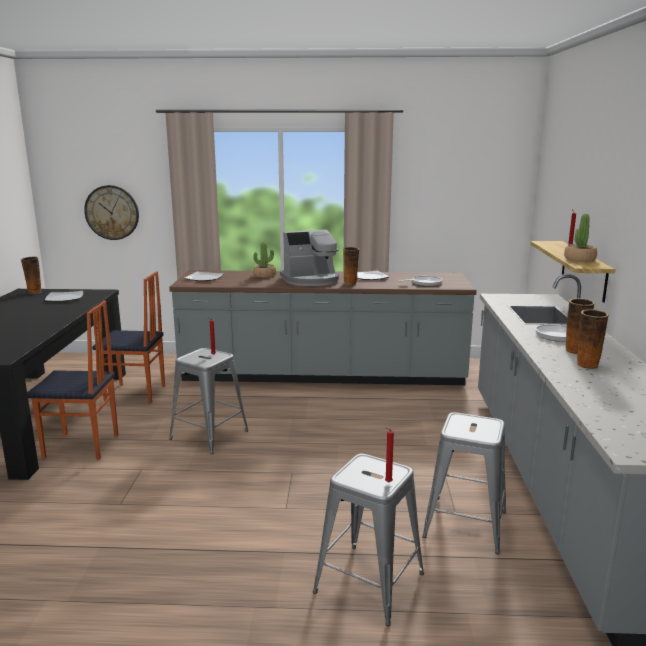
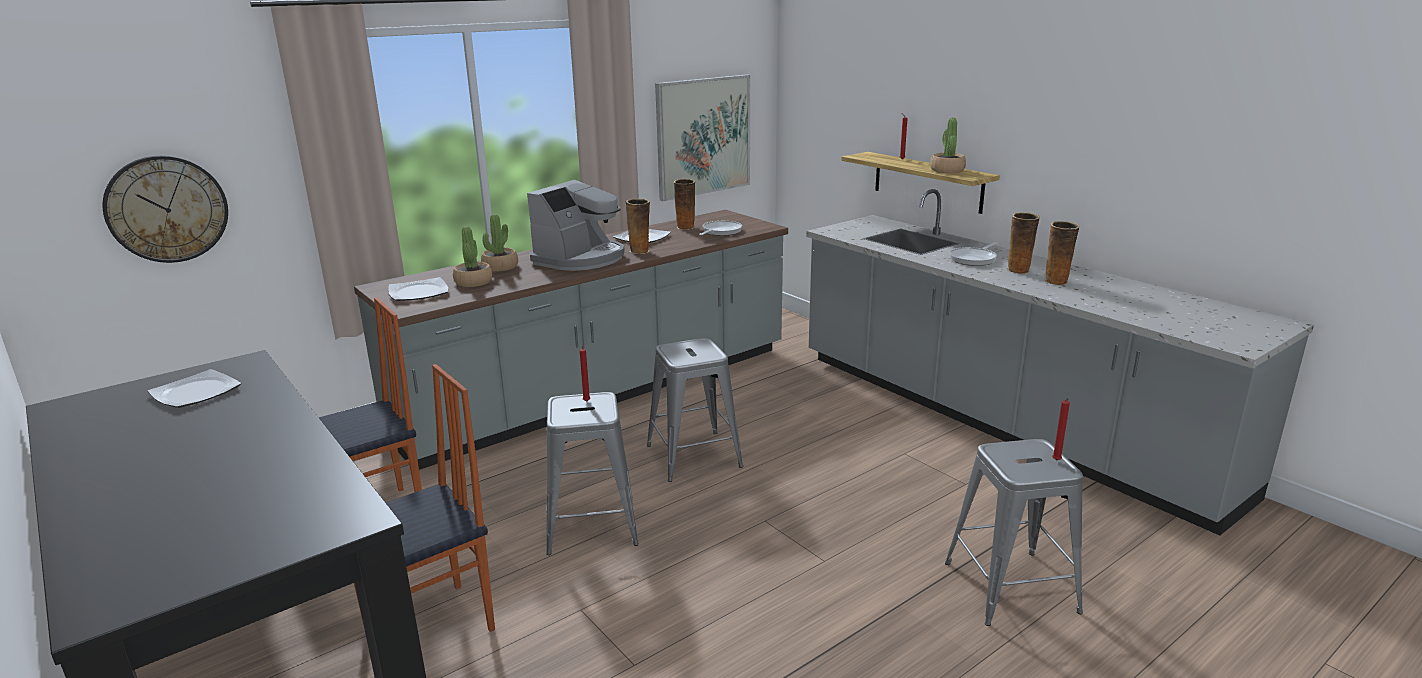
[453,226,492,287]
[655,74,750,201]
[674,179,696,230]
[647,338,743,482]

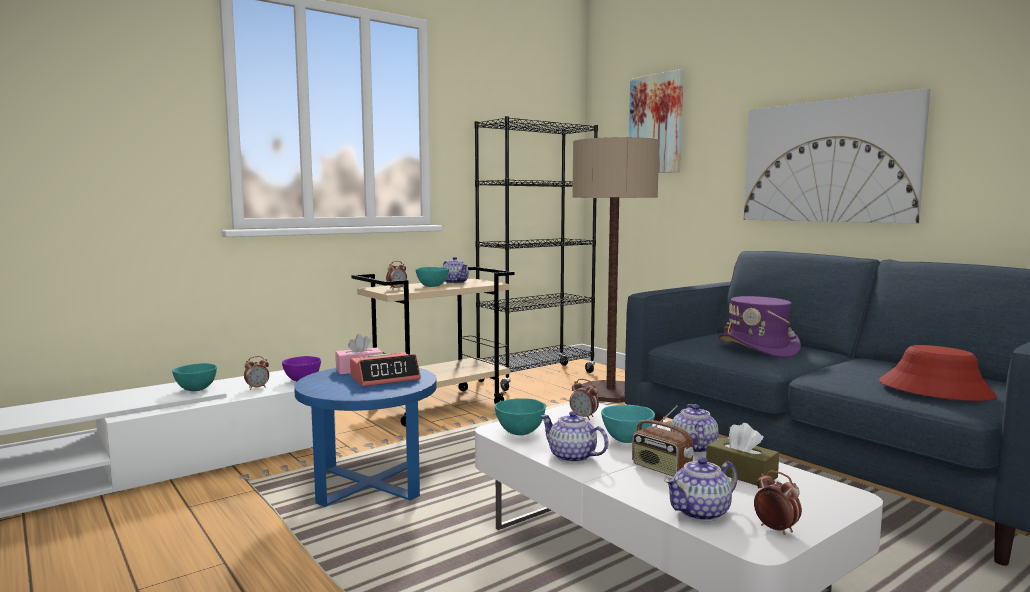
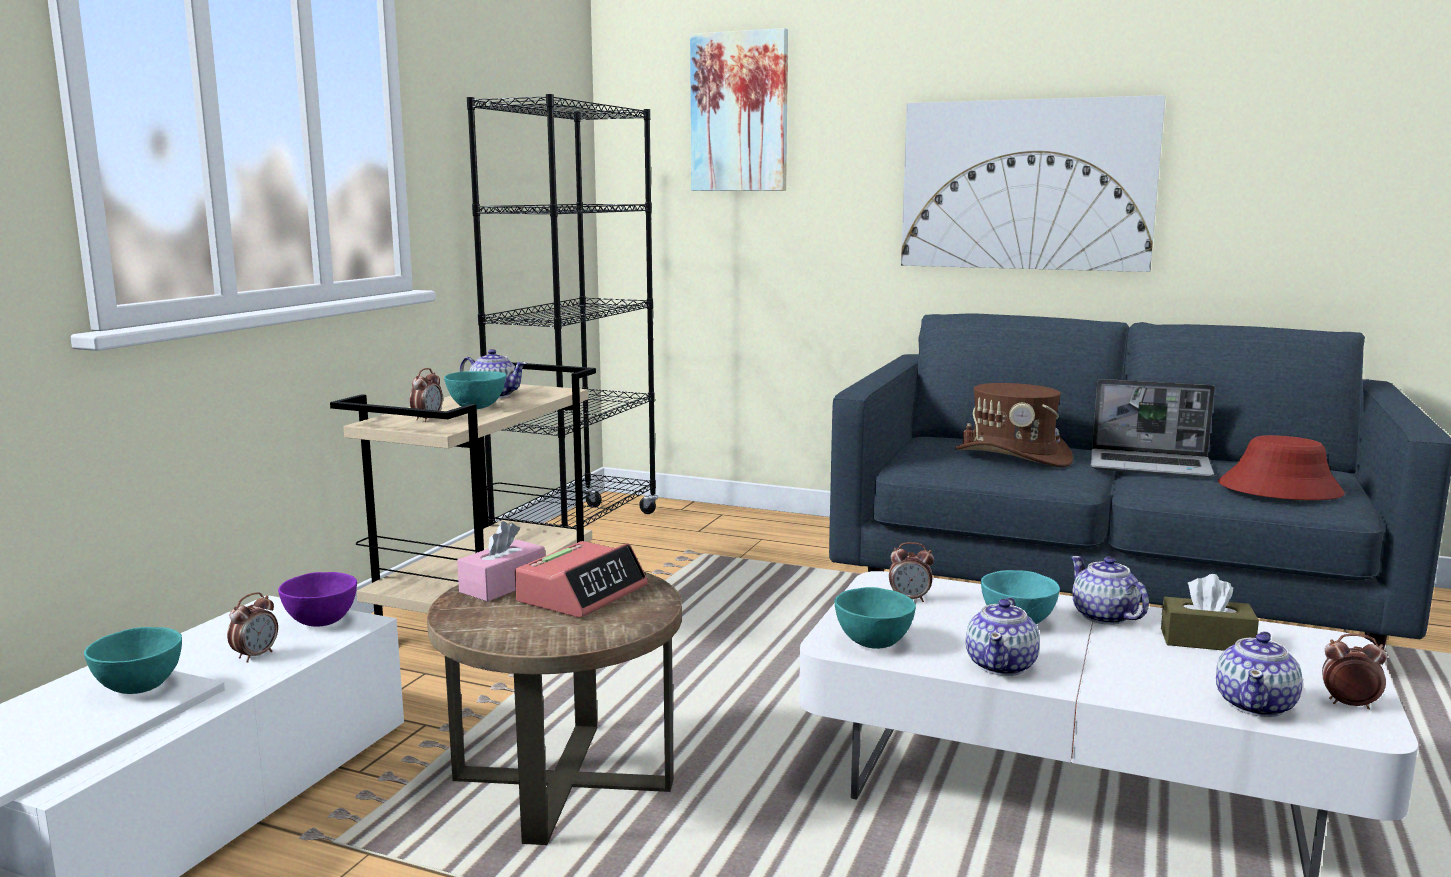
[572,137,659,403] (first image)
[632,405,694,476] (first image)
[1091,379,1215,478]
[427,572,682,845]
[955,383,1073,467]
[966,597,1040,676]

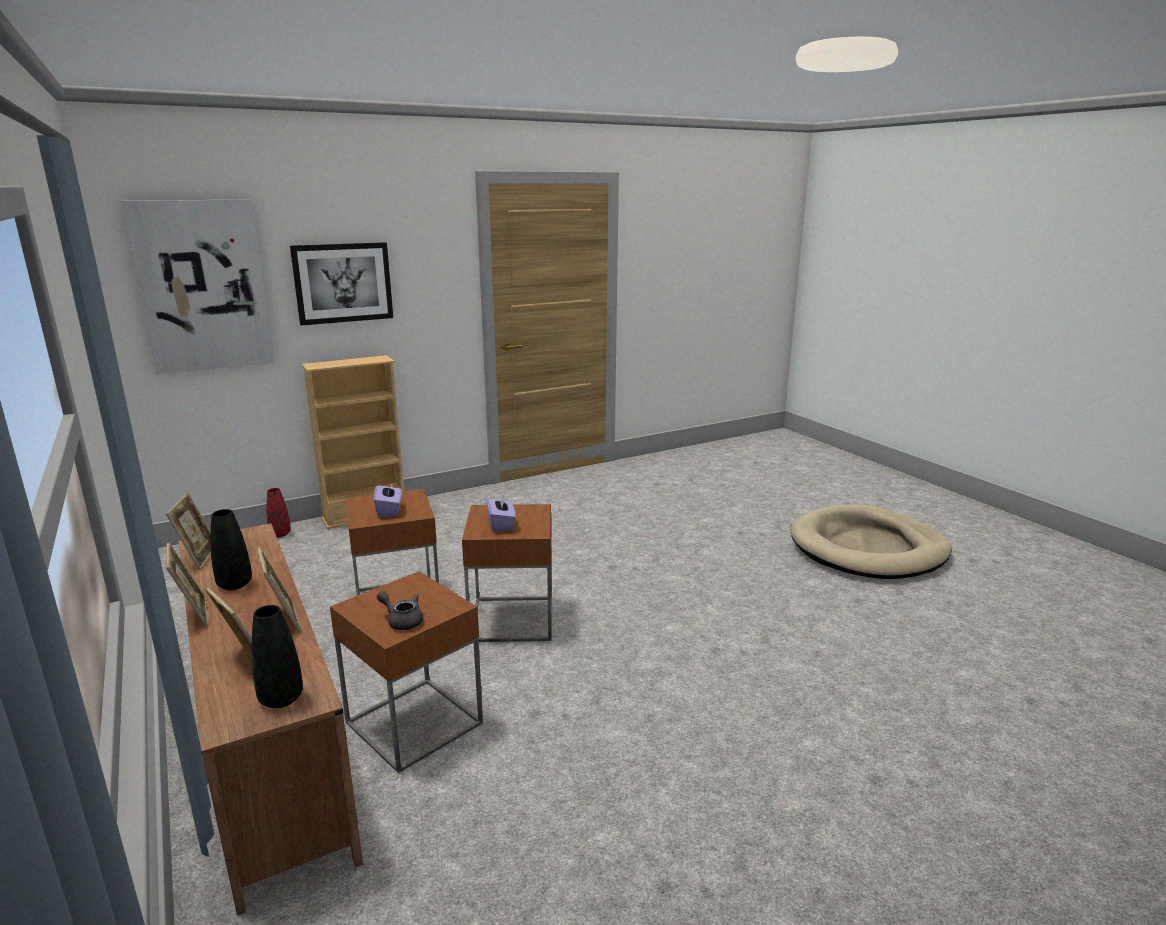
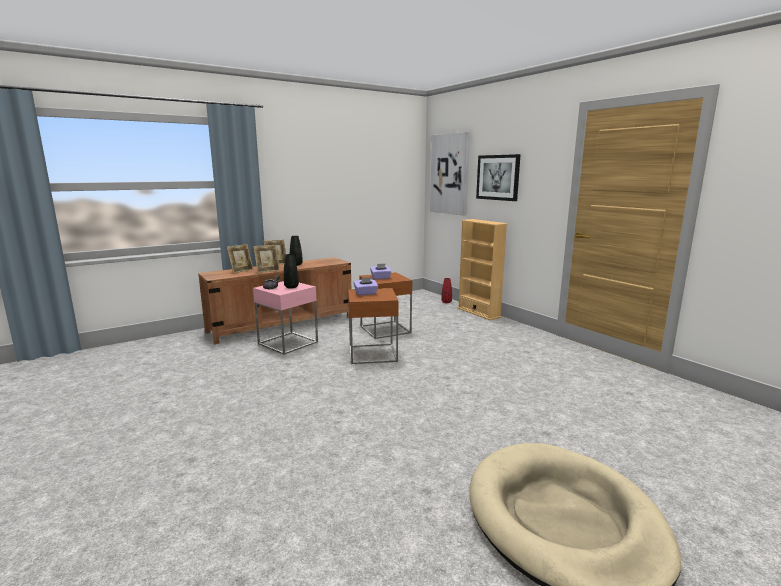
[166,493,211,570] (first image)
[284,254,299,289]
[253,281,318,355]

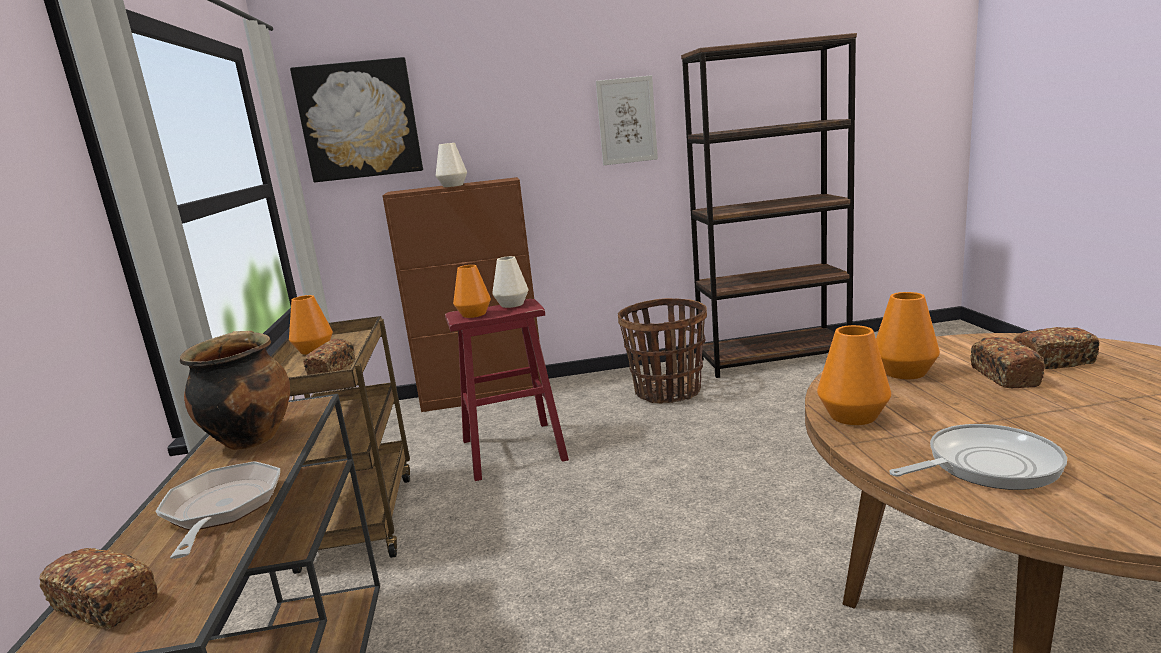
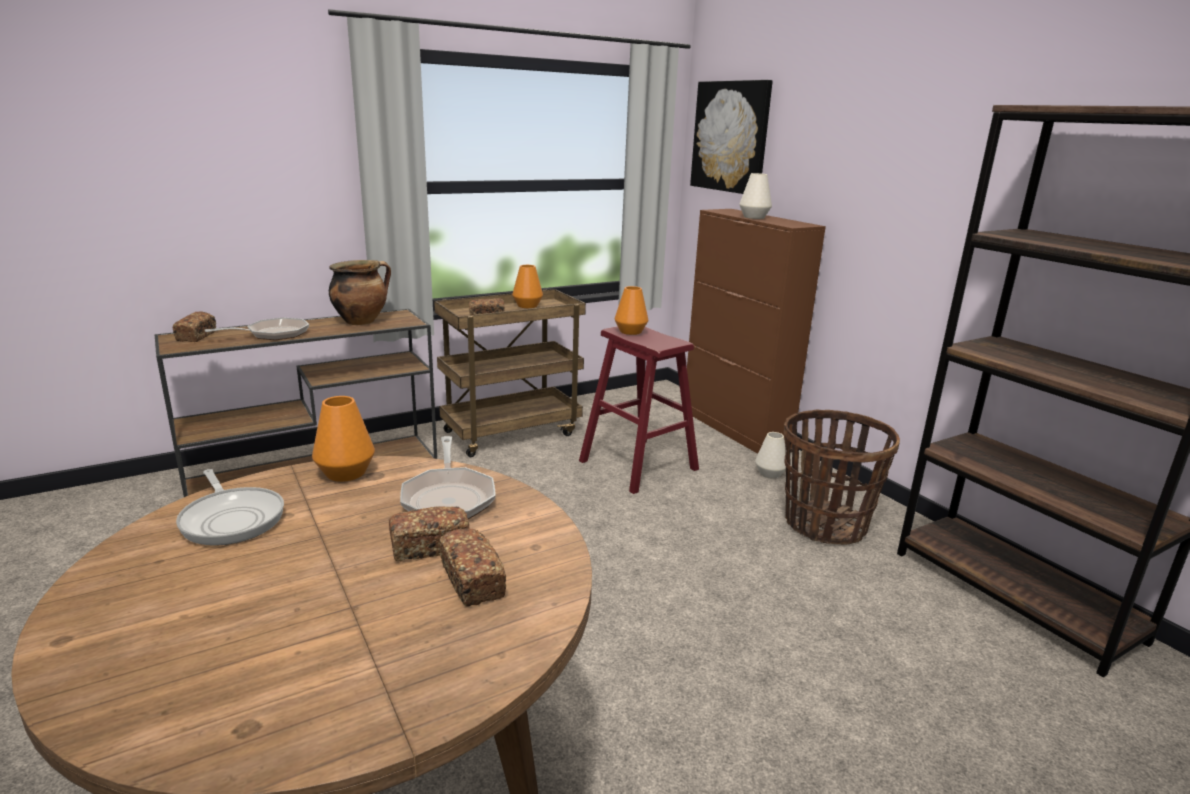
[596,75,658,165] (first image)
[755,432,786,479]
[400,436,496,519]

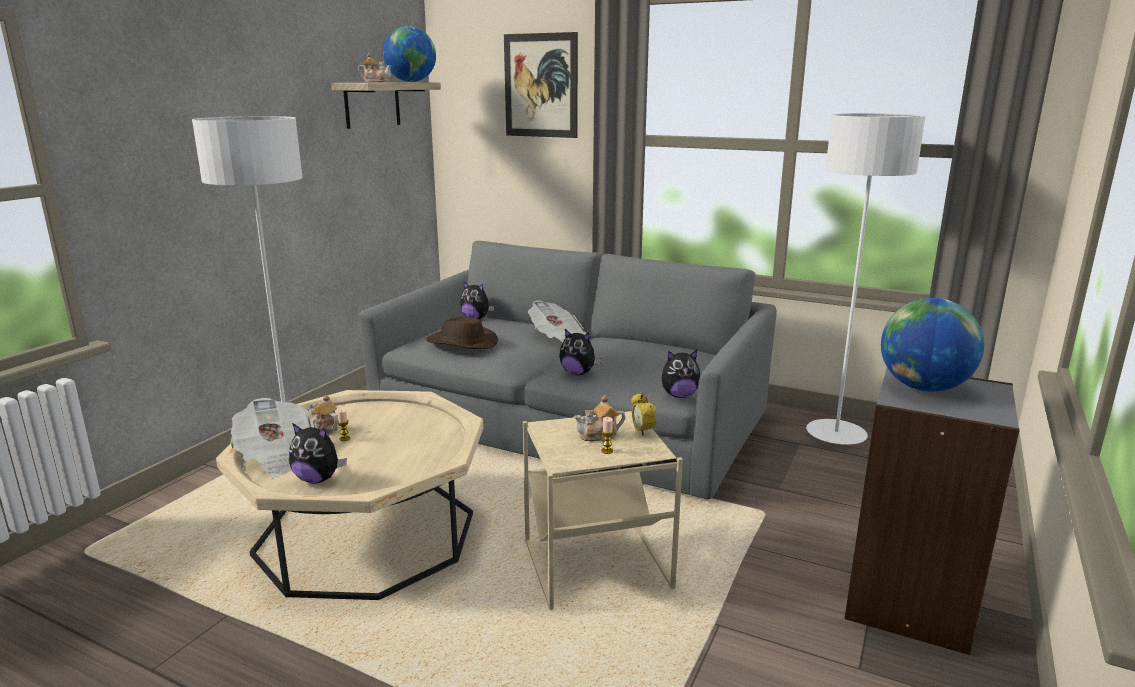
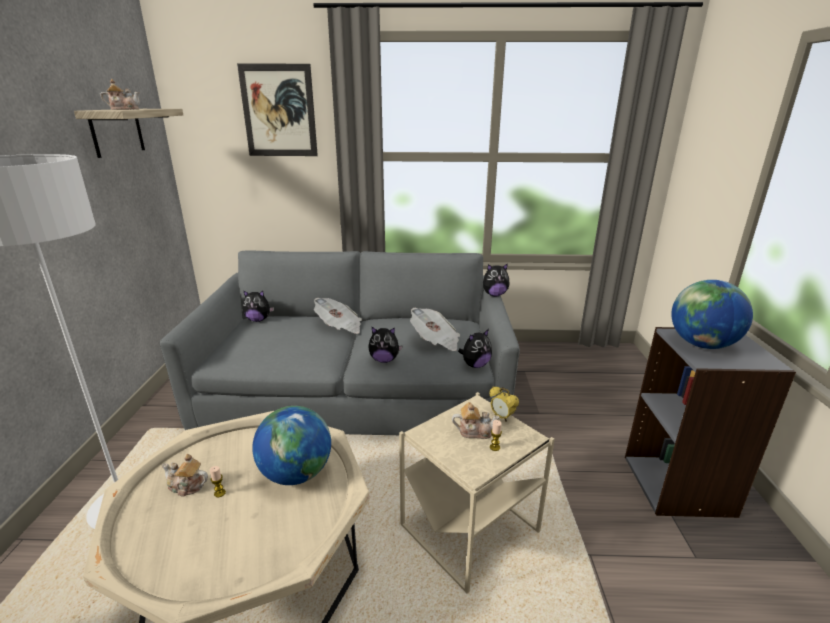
[427,316,498,349] (first image)
[806,113,926,445] (first image)
[410,308,460,351]
[483,263,510,296]
[252,406,331,485]
[452,402,500,439]

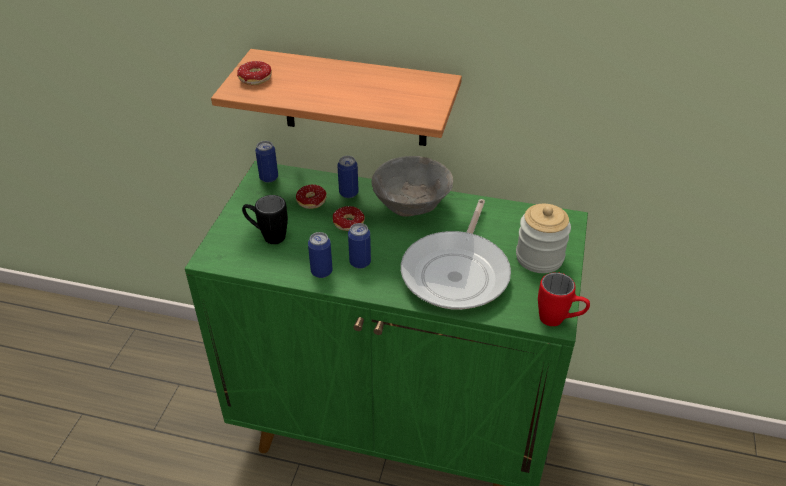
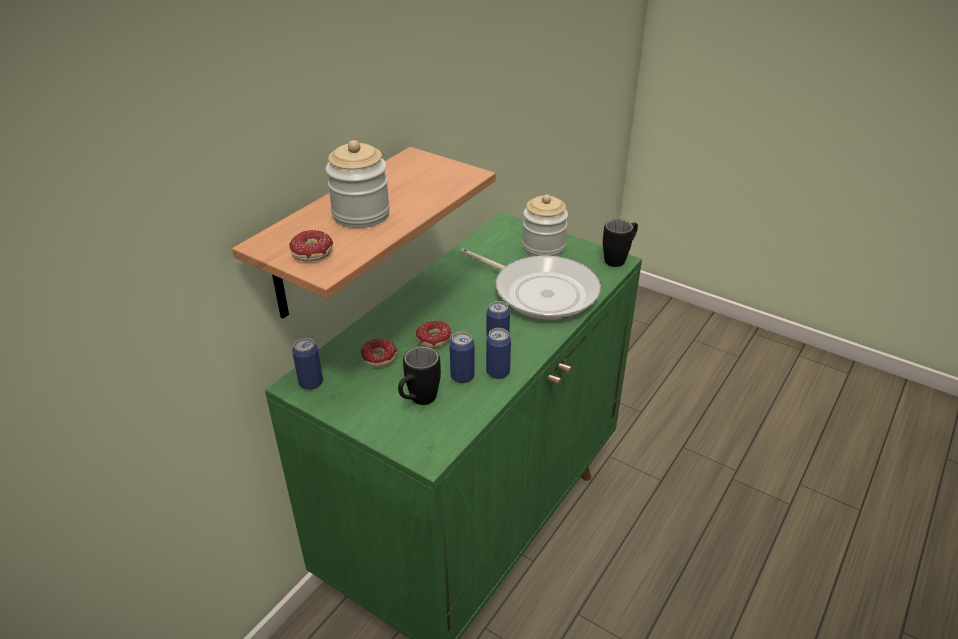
[371,156,453,217] (first image)
[326,140,390,228]
[450,332,474,383]
[603,219,638,267]

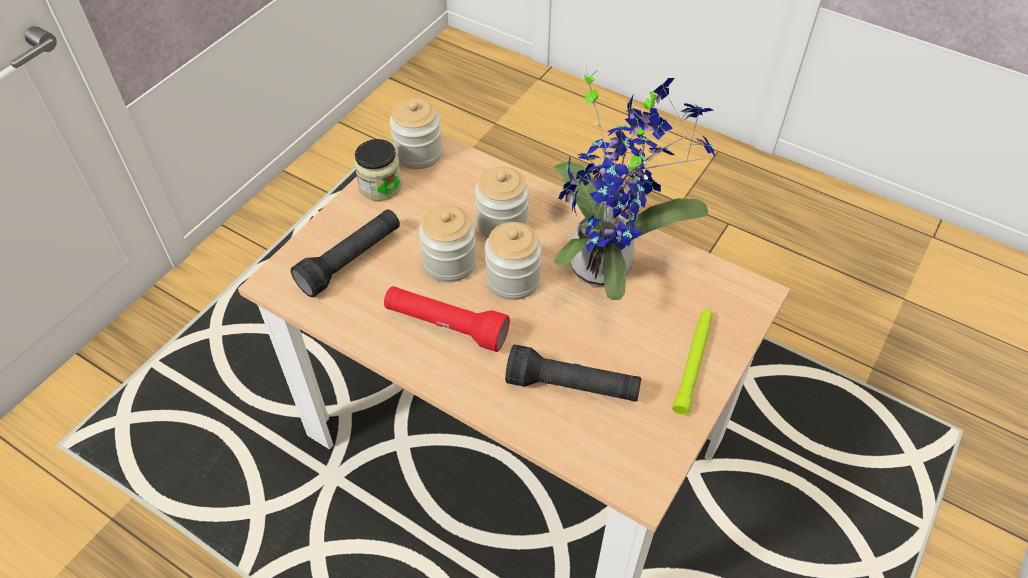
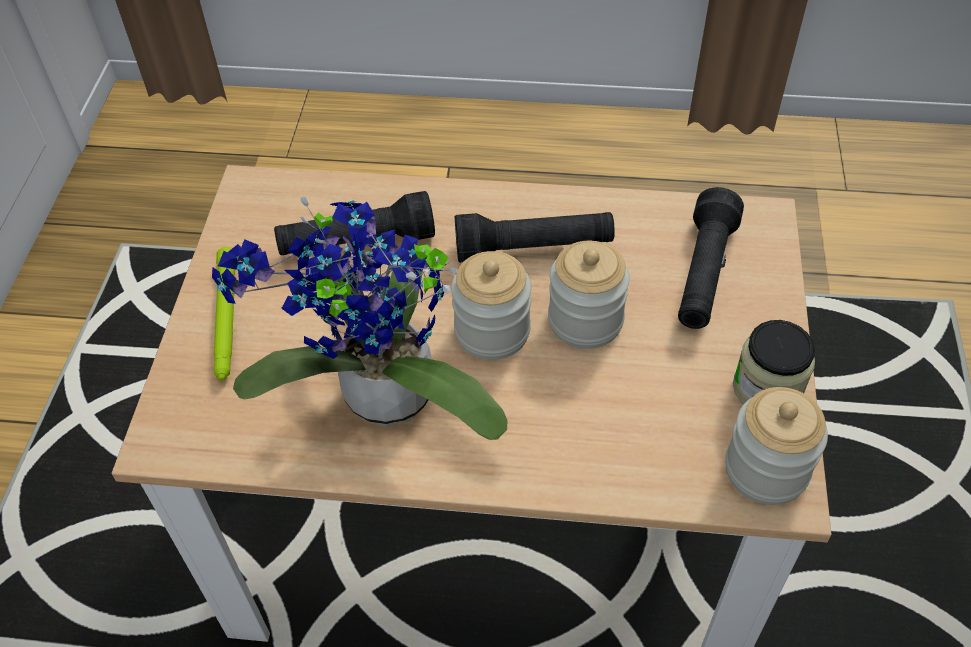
[475,166,529,238] (first image)
[455,212,615,262]

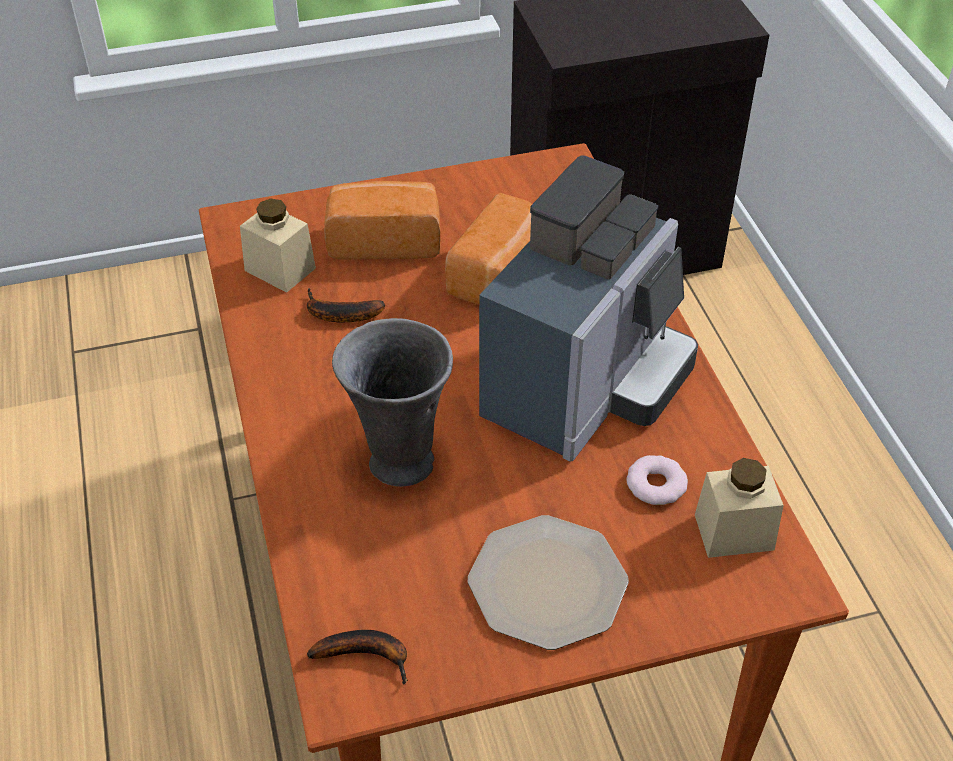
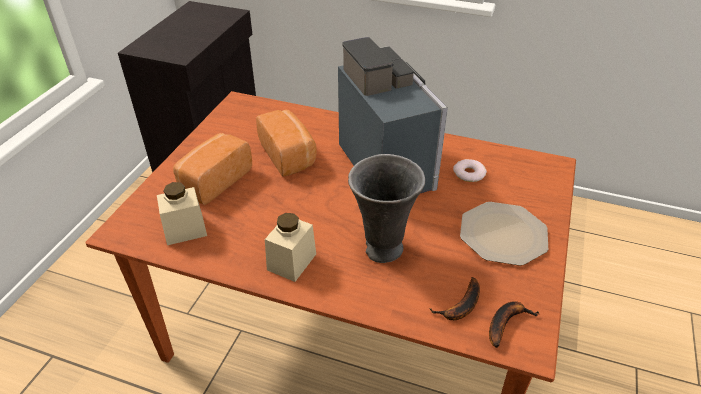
[429,277,480,320]
[265,213,316,282]

